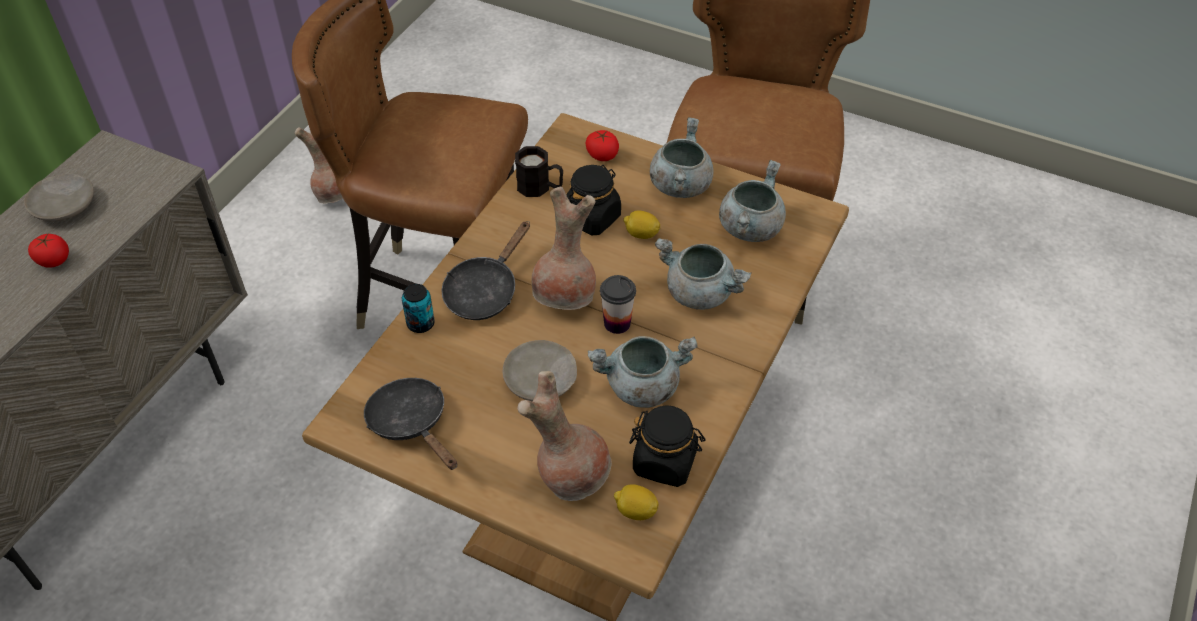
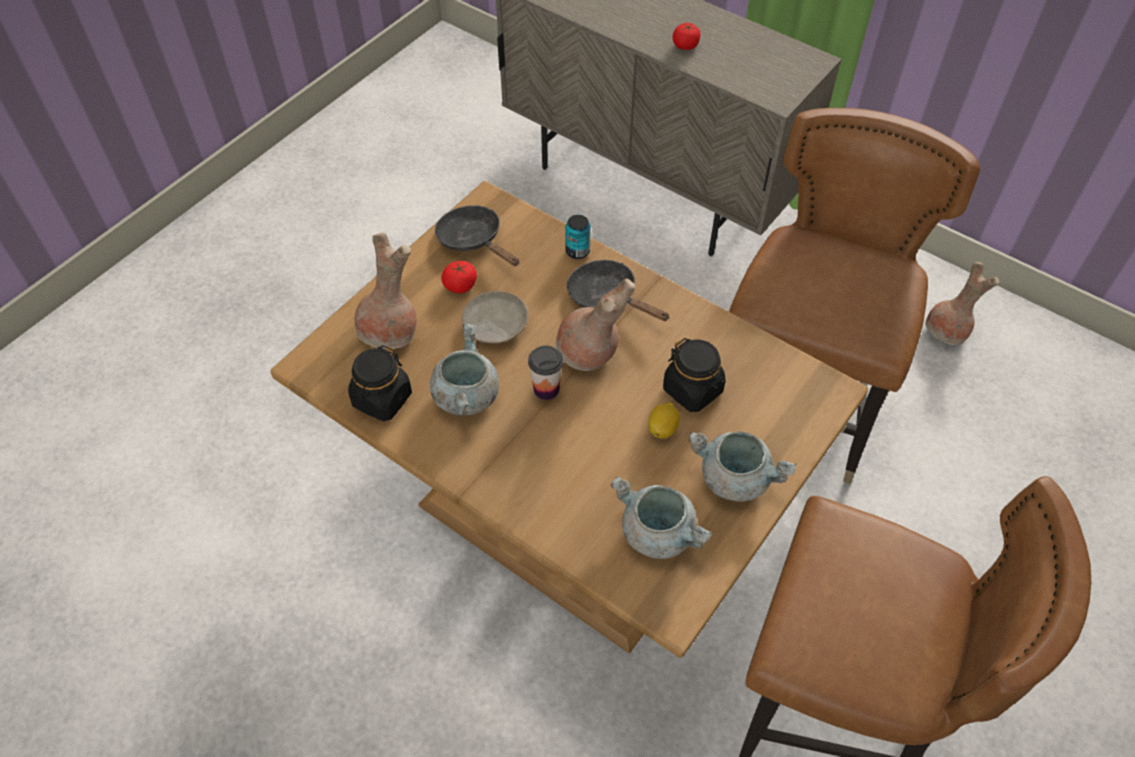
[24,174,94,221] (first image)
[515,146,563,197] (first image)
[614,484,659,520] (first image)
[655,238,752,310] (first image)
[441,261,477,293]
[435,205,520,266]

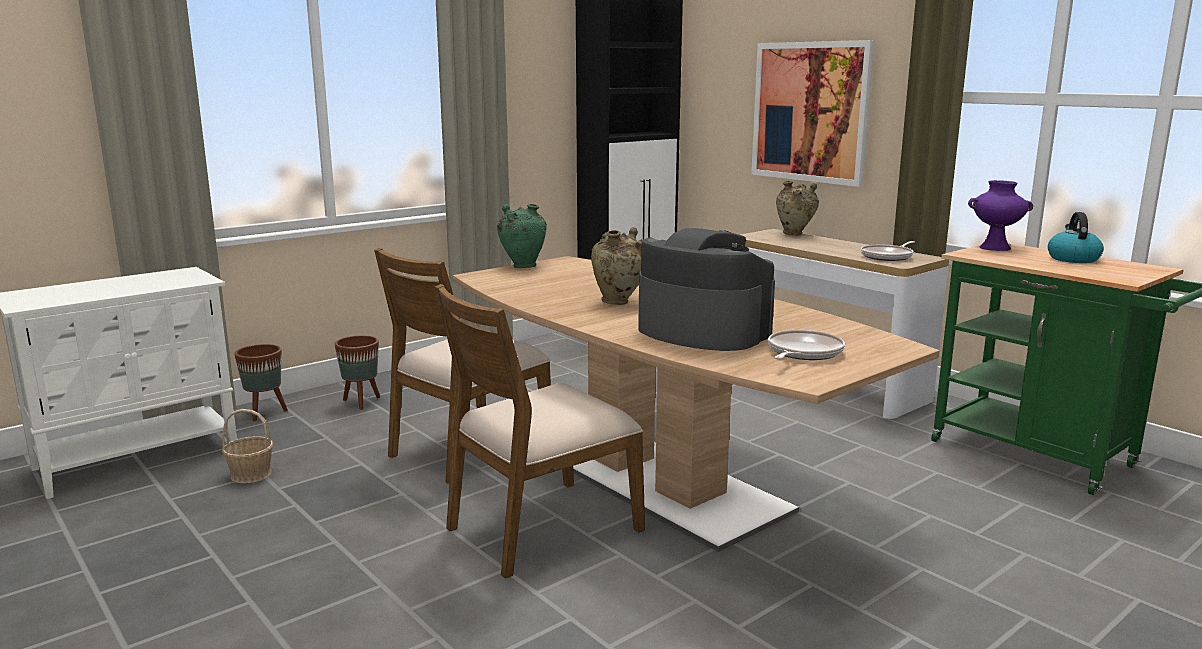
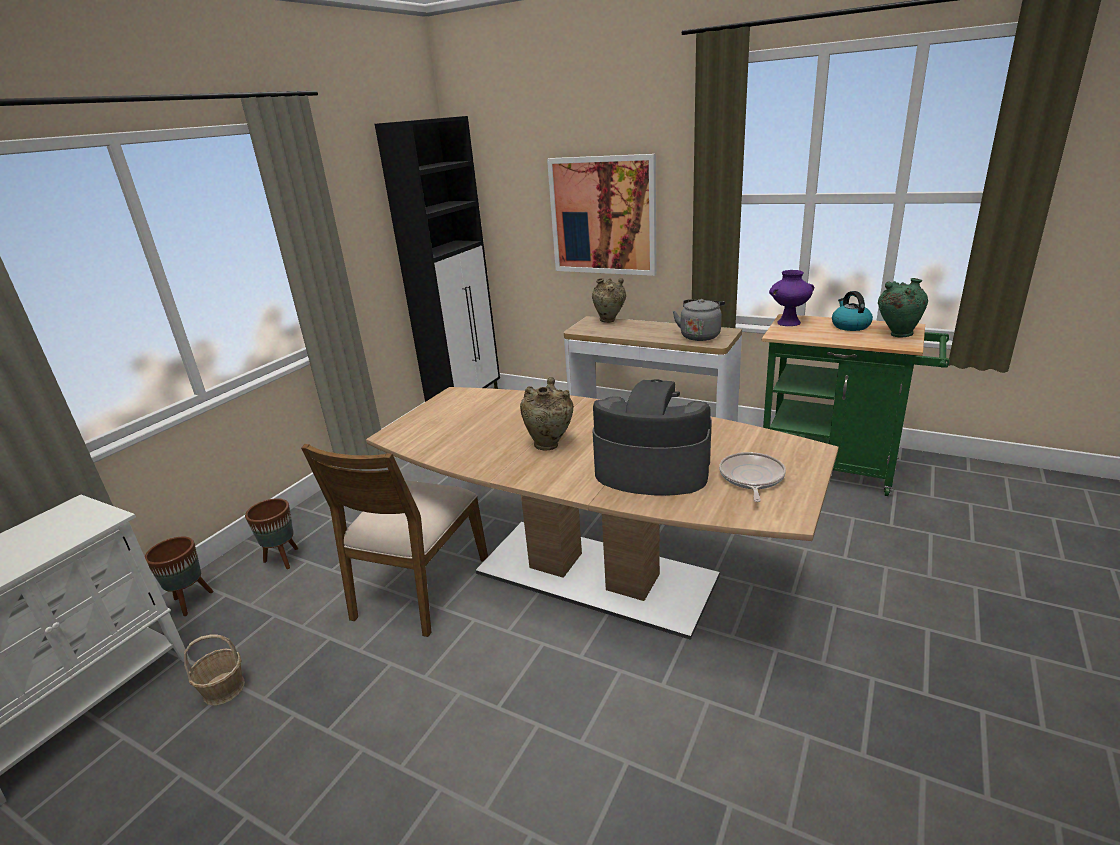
[435,284,645,579] (first image)
[878,278,928,337]
[673,299,725,341]

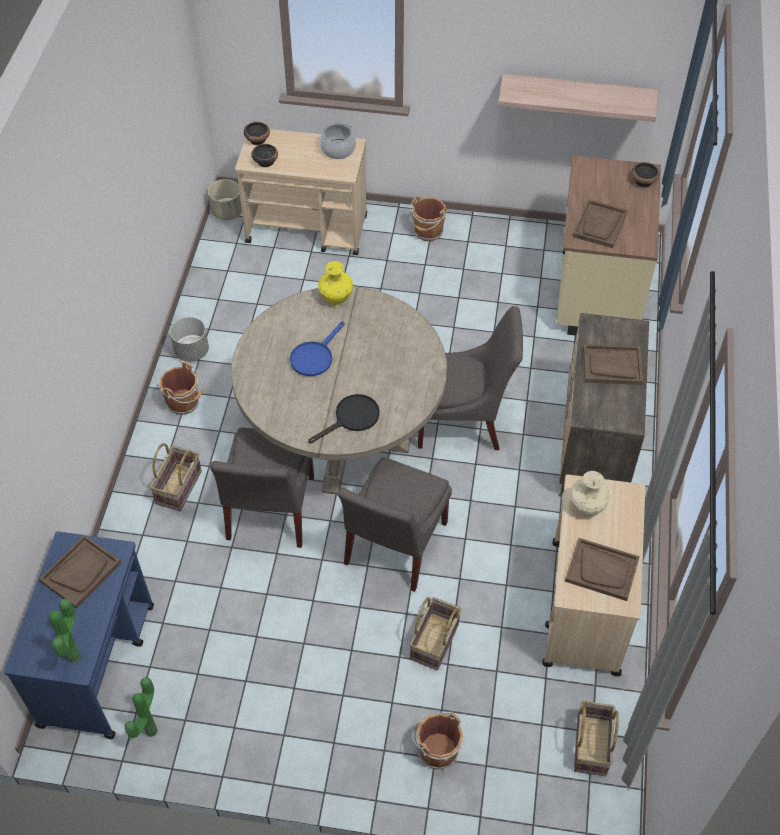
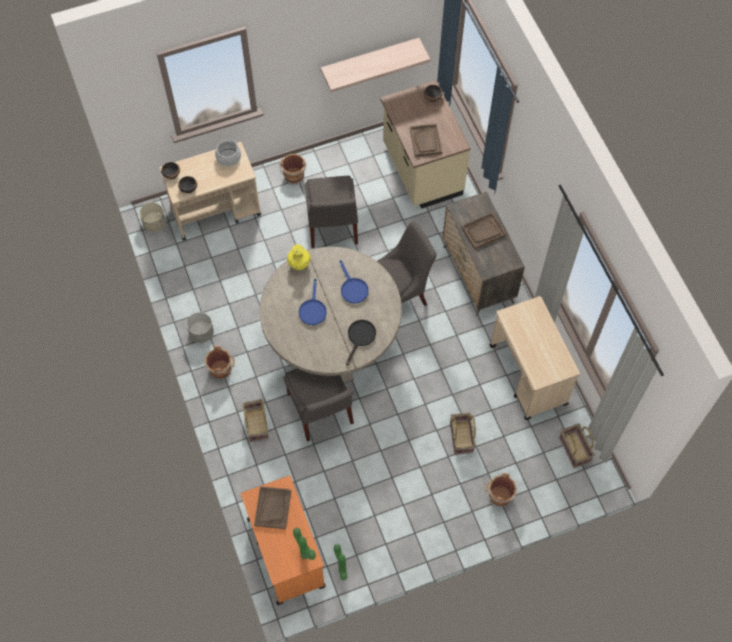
[565,538,640,601] (first image)
[570,471,610,516] (first image)
[339,260,369,304]
[305,176,358,248]
[241,475,326,605]

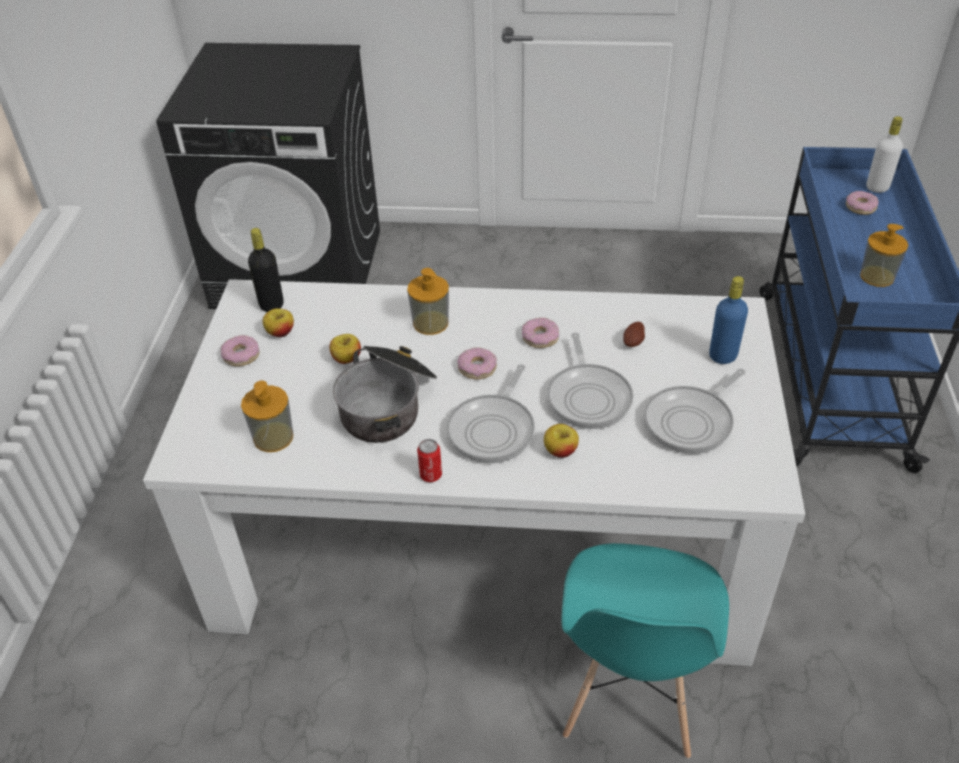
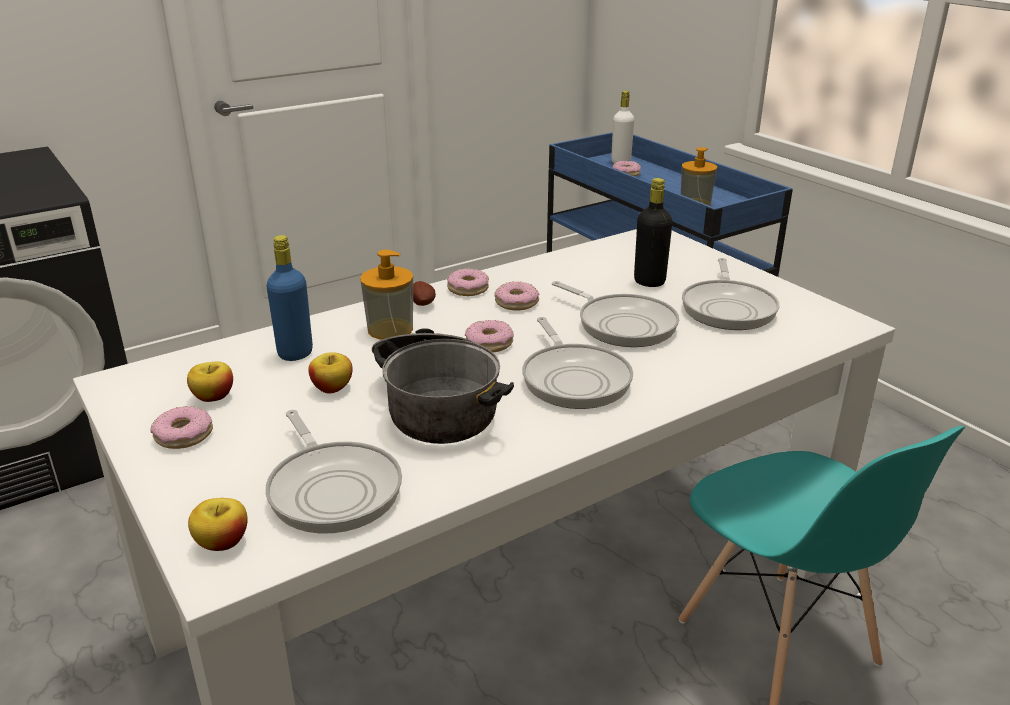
[417,439,442,482] (first image)
[447,268,489,296]
[634,178,673,287]
[188,498,248,551]
[413,281,436,306]
[266,235,313,361]
[266,410,402,534]

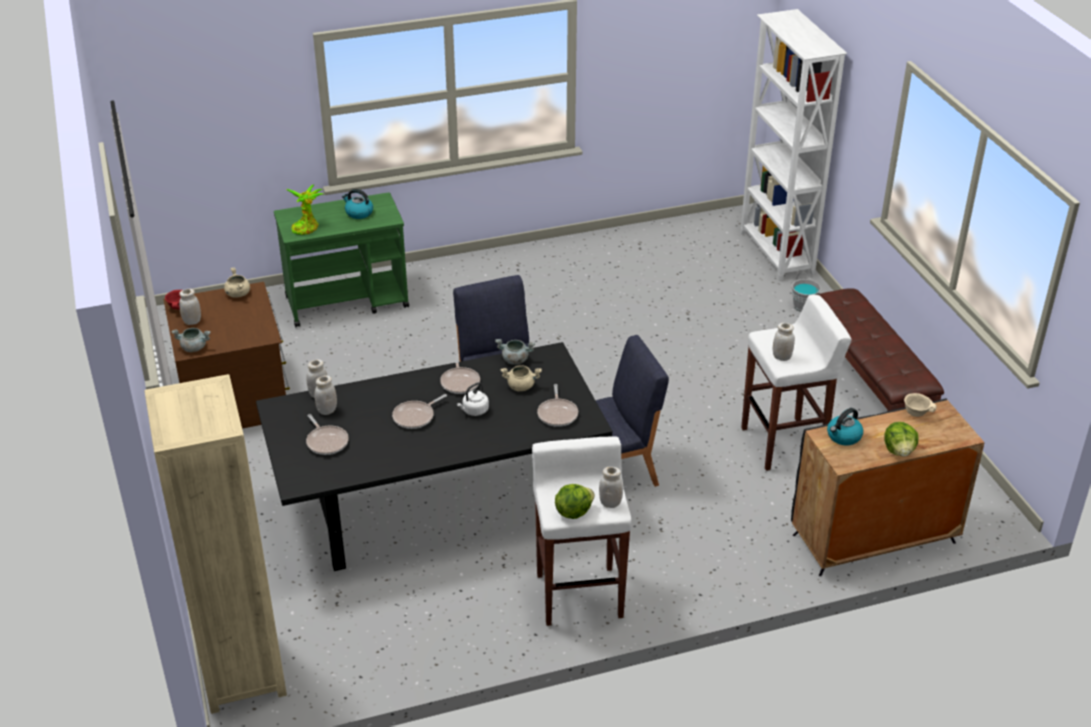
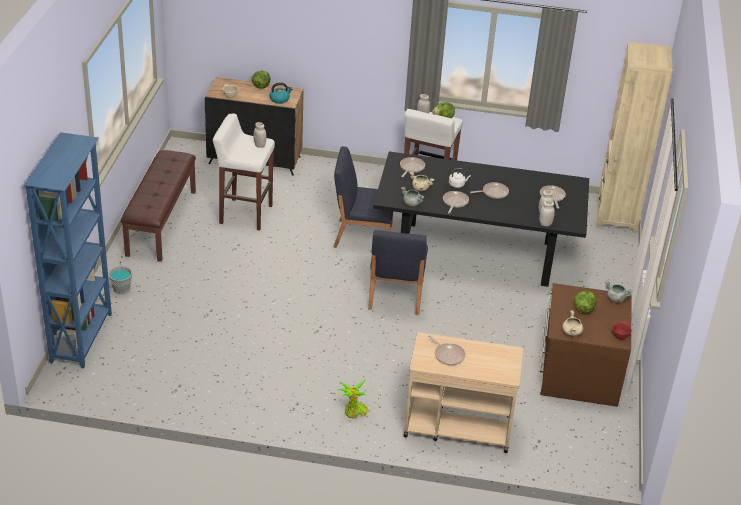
[179,289,201,325] (first image)
[574,291,596,313]
[338,380,369,419]
[428,335,466,365]
[404,332,523,453]
[24,132,112,368]

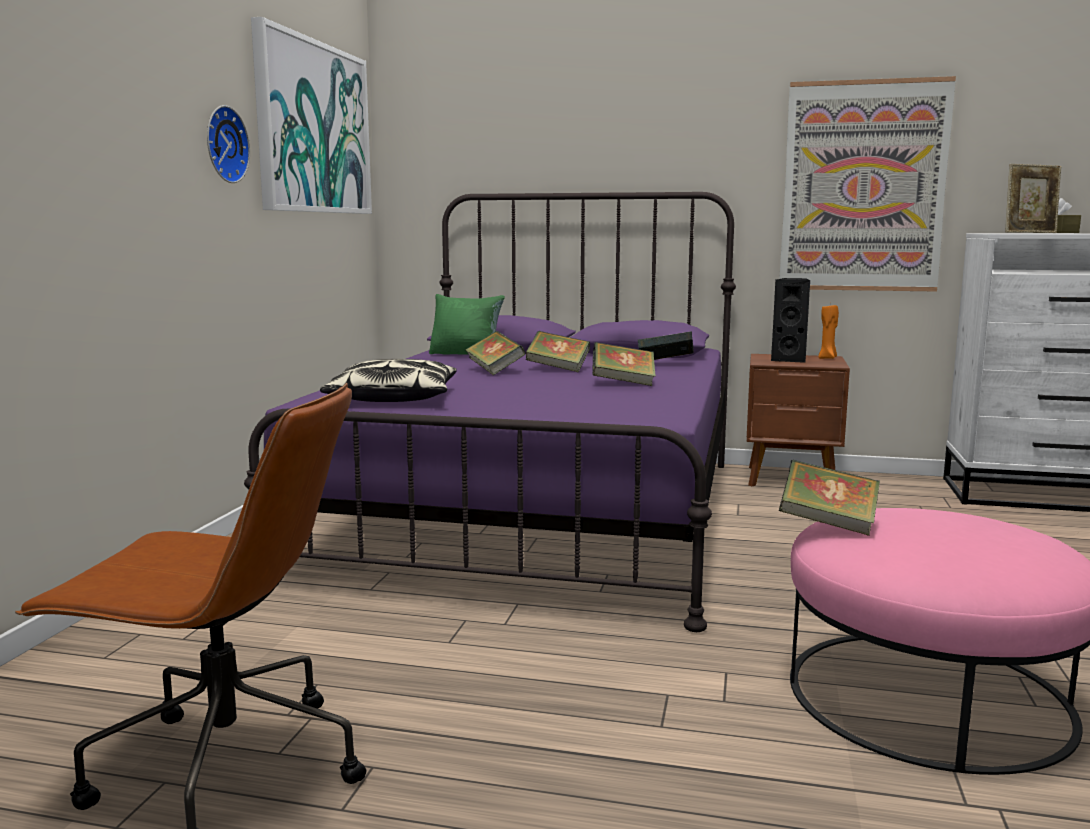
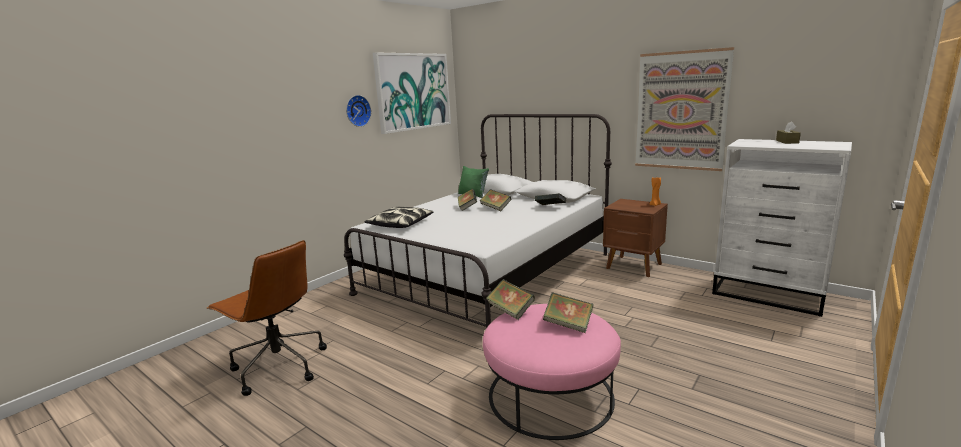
[771,278,810,363] (first image)
[1005,164,1062,233] (first image)
[543,292,593,333]
[344,114,612,328]

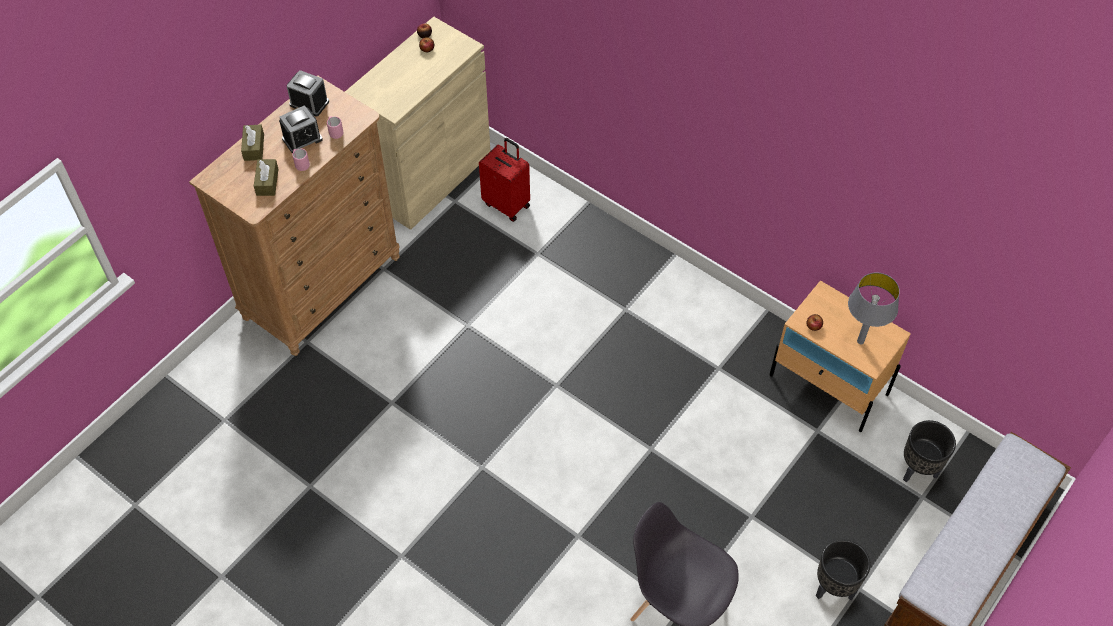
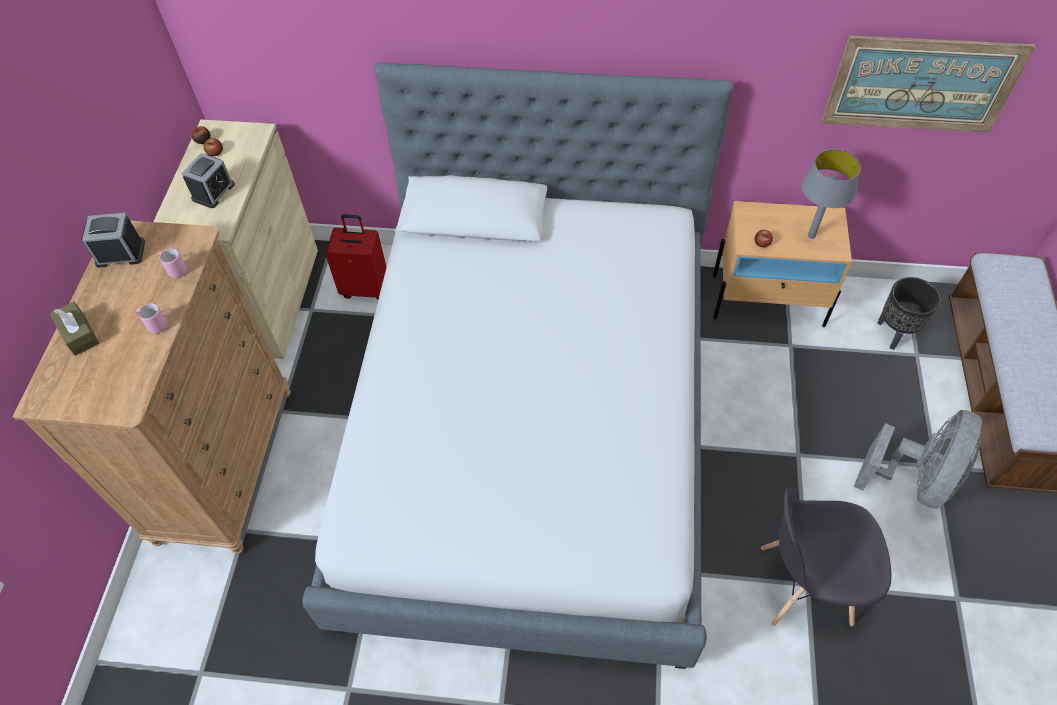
[254,159,278,196] (first image)
[303,62,734,669]
[821,35,1035,133]
[181,153,235,208]
[854,410,982,509]

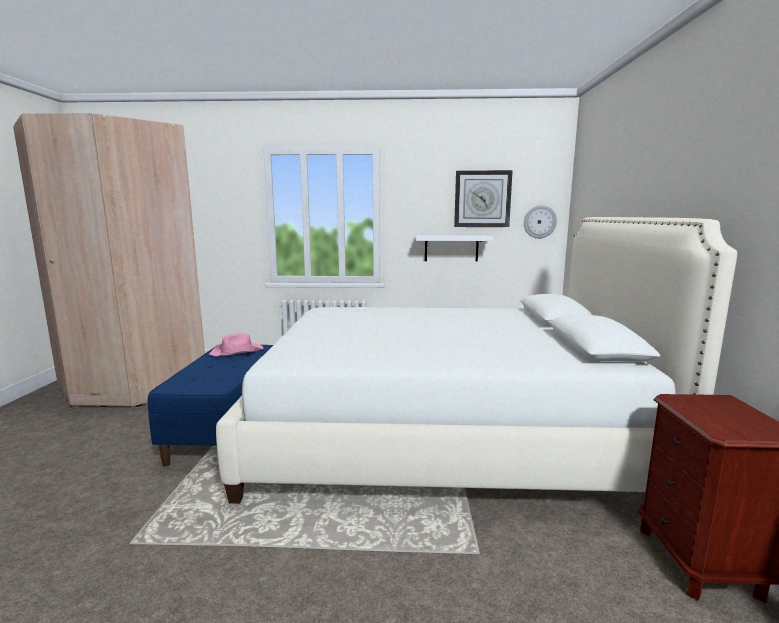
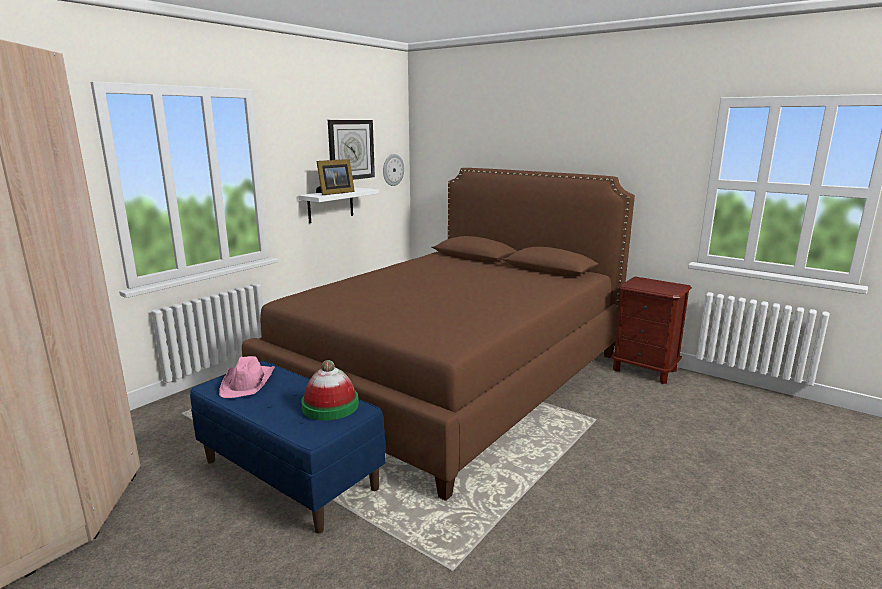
[301,360,359,421]
[316,159,355,195]
[242,168,635,501]

